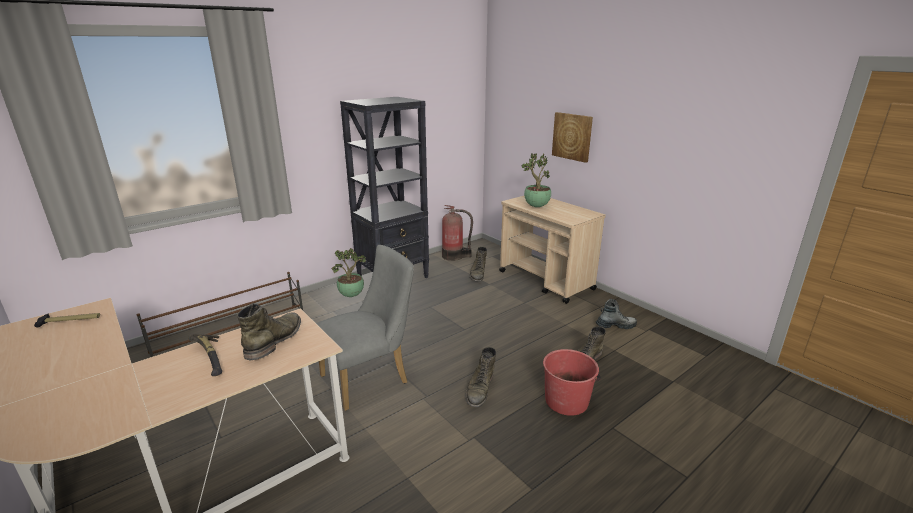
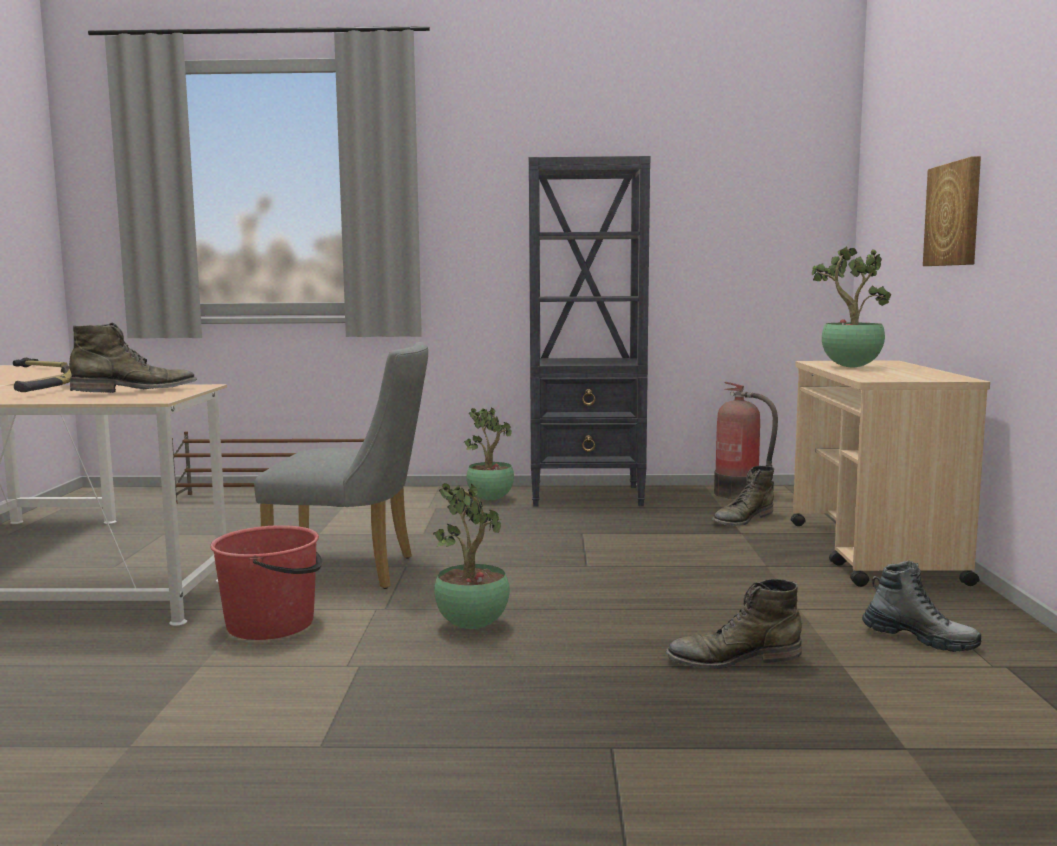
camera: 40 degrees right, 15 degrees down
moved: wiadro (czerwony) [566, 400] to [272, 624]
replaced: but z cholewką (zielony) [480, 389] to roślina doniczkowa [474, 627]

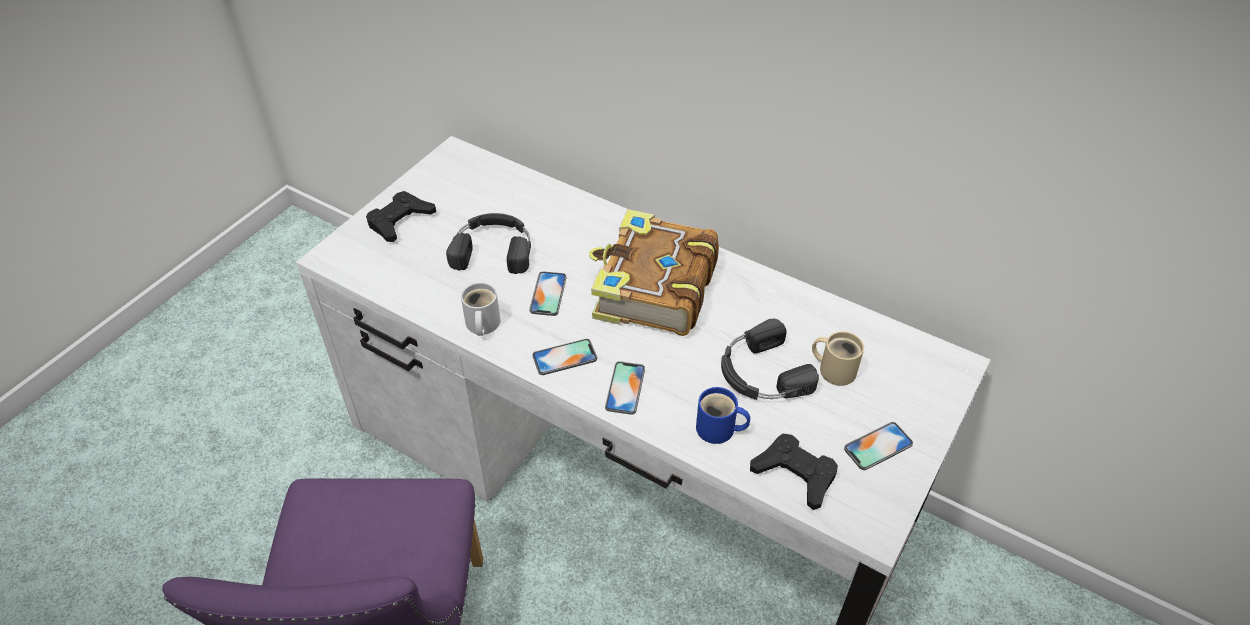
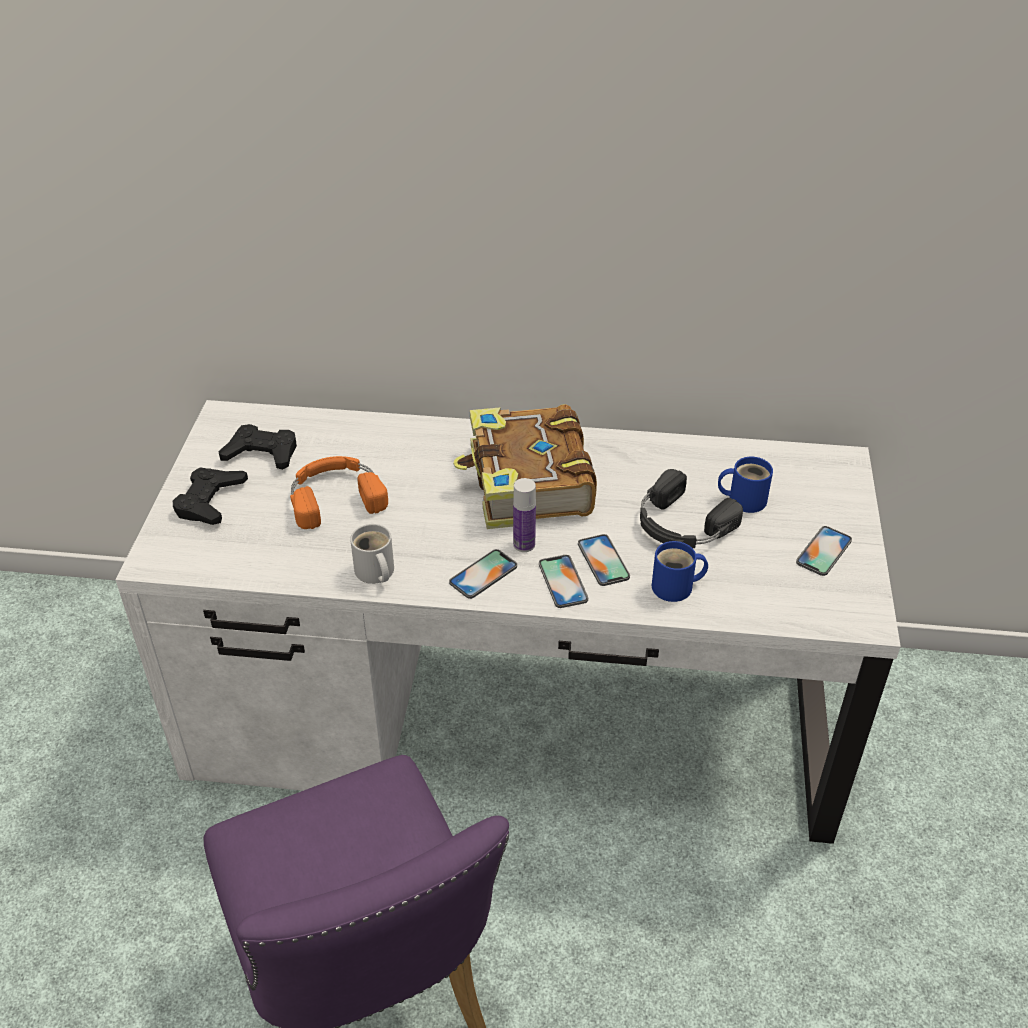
camera: 25 degrees left, 5 degrees down
added: butelka [524, 544]
moved: telefon [548, 294] to [603, 560]; pad do gier (czarny) [795, 474] to [262, 453]
recoloured: słuchawki (czarny) [493, 248] to słuchawki (pomarańczowy) [335, 496]; kubek (beżowy) [835, 369] to kubek (niebieski) [743, 499]

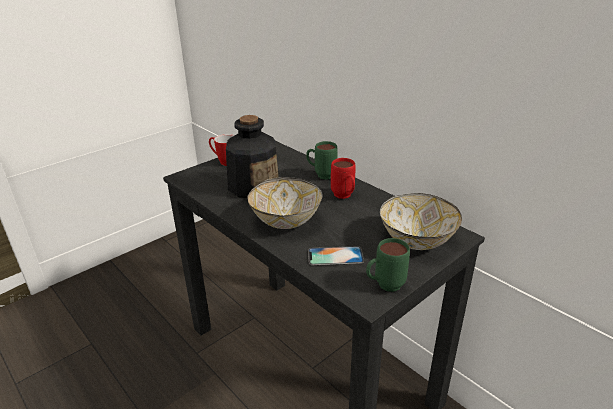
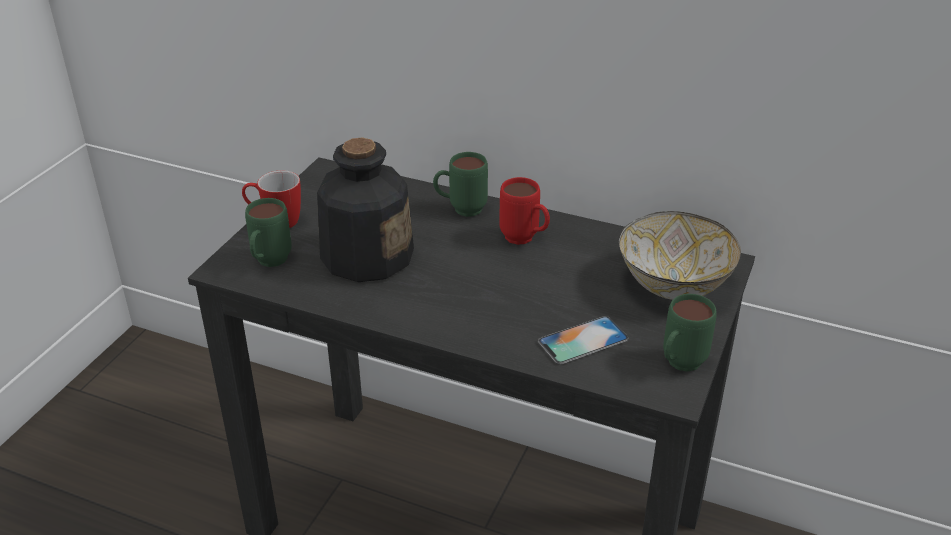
camera: 25 degrees left, 5 degrees up
removed: miska [286, 220]
added: kubek (zielony) [269, 264]

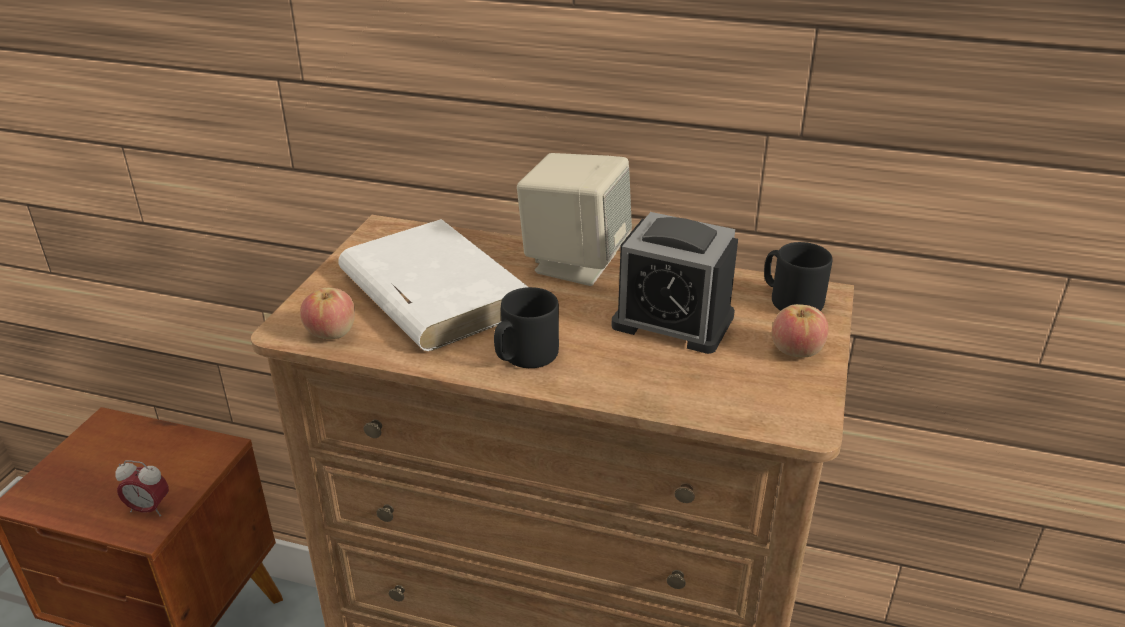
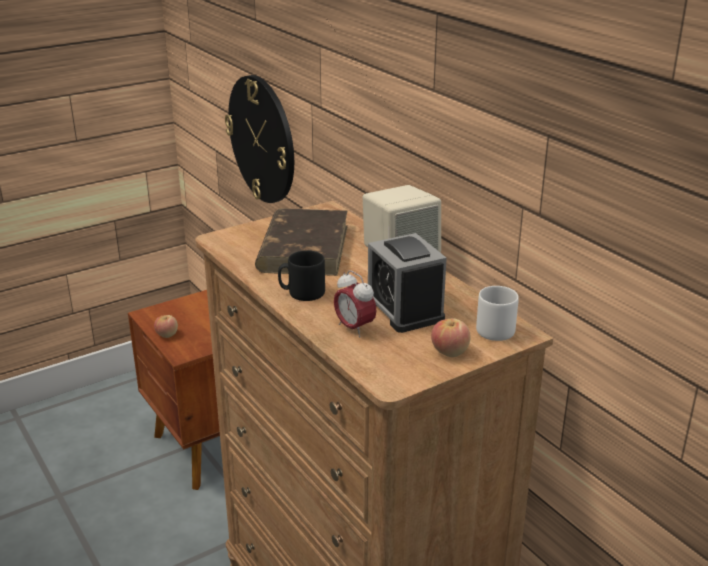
camera: 40 degrees right, 5 degrees down
added: zegar ścienny [262, 139]
moved: budzik [149, 509] to [354, 328]; jabłko [331, 333] to [167, 335]
recoloured: książka (biały) [431, 292] to książka (brązowy) [304, 247]; kubek (czarny) [791, 300] to kubek (biały) [494, 328]

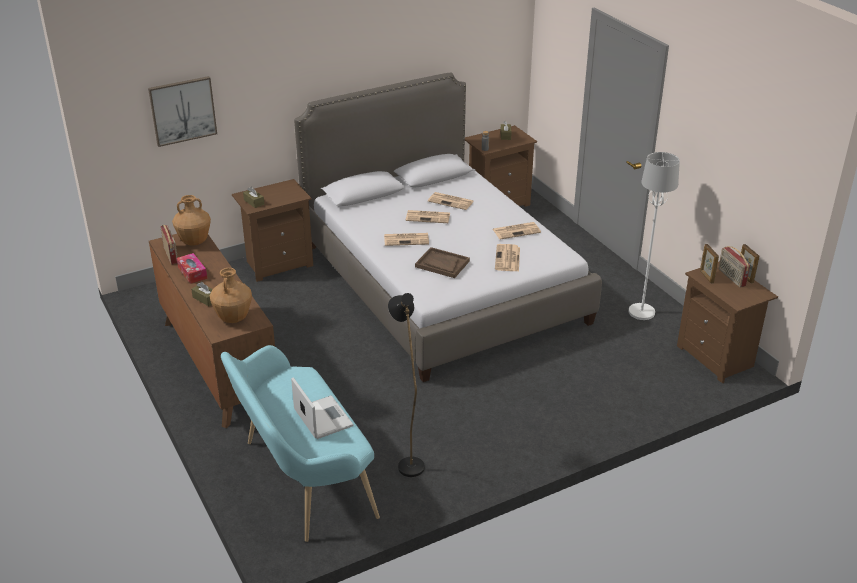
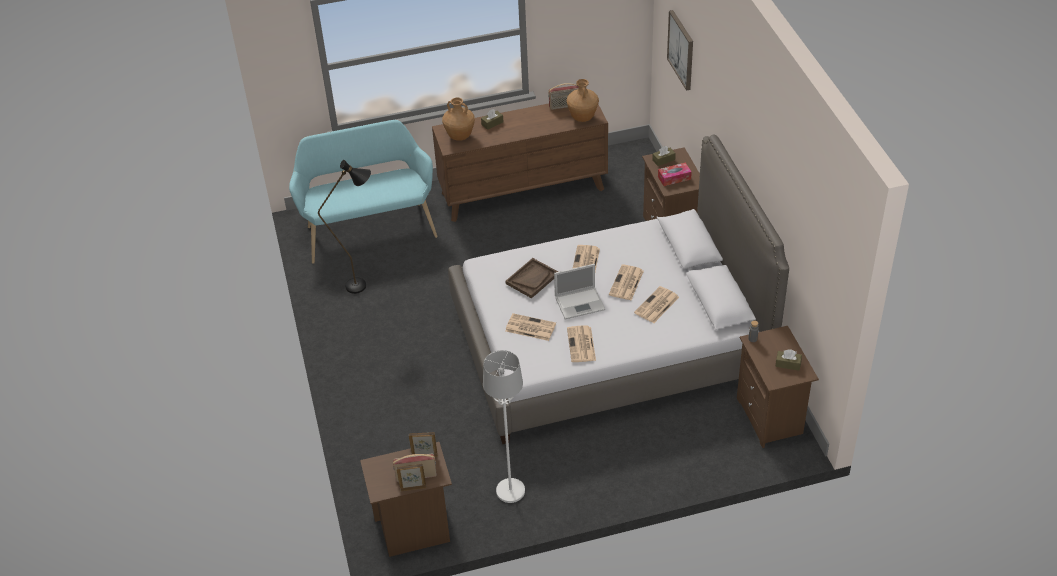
camera: 105 degrees right, 10 degrees up
moved: pudełko chusteczek [192, 273] to [674, 178]; laptop [322, 417] to [580, 303]

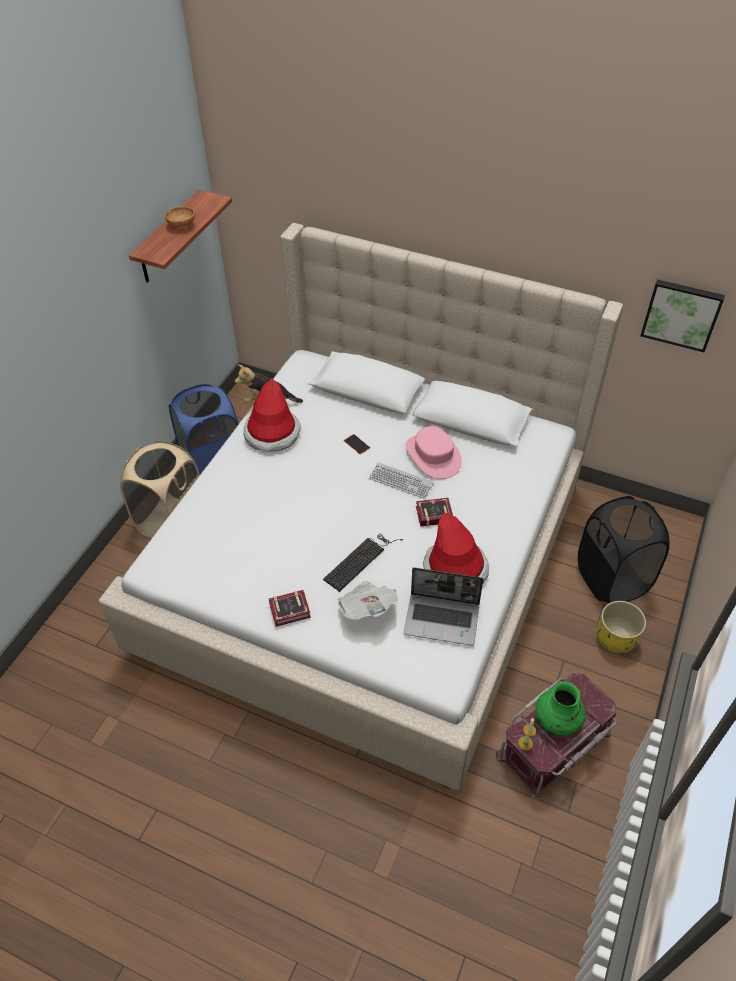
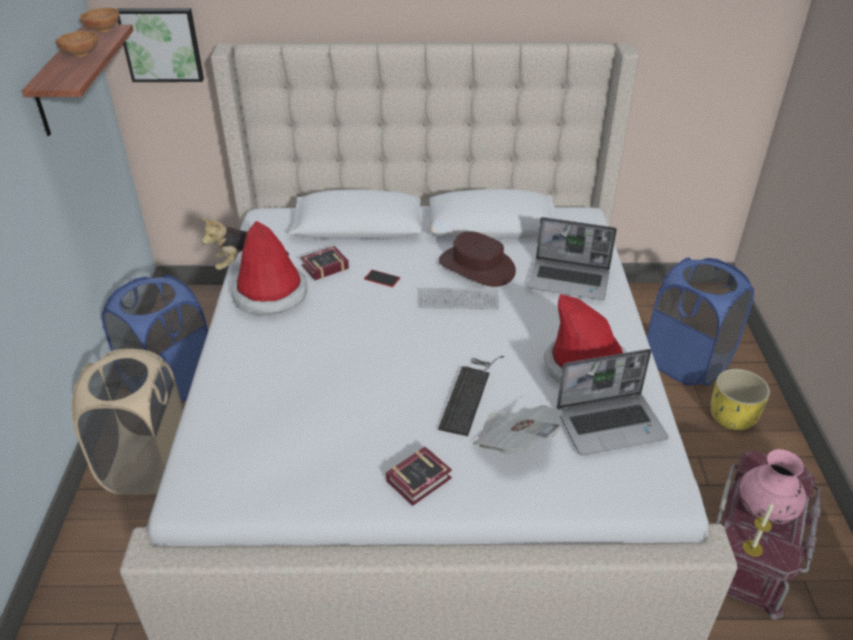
camera: 25 degrees left, 10 degrees down
added: miska (brązowy) [102, 30]; laptop [570, 280]
moved: książka [432, 514] to [323, 267]; obraz [681, 314] to [162, 44]
recoloured: kapelusz (różowy) [433, 455] to kapelusz (brązowy) [477, 266]; wazon (zielony) [556, 722] to wazon (różowy) [764, 511]; kosz na pranie (czarny) [612, 579] to kosz na pranie (niebieski) [687, 362]

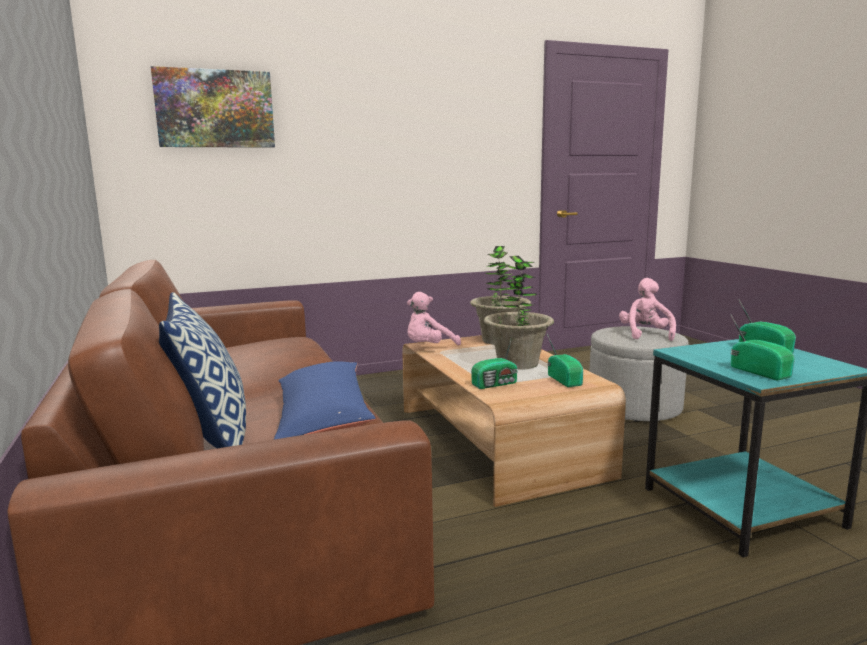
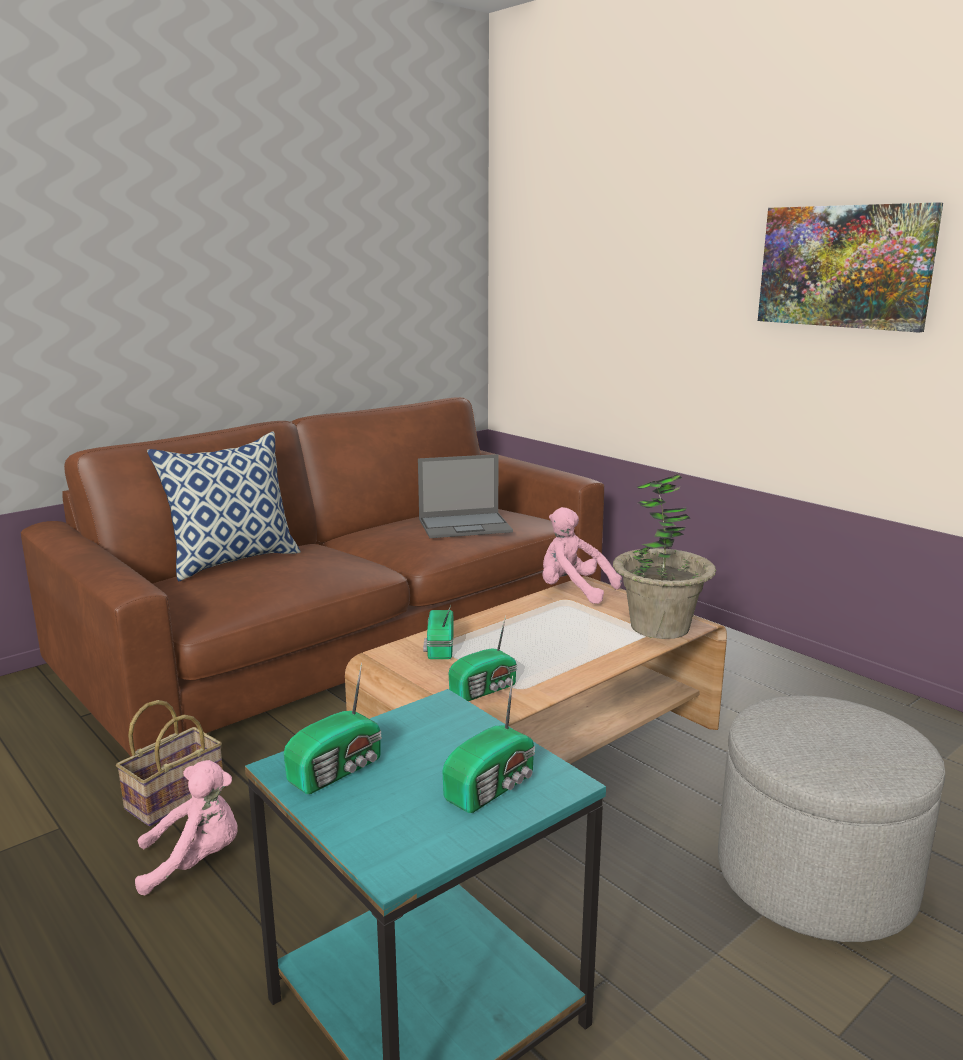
camera: 70 degrees right, 5 degrees up
removed: poduszka (niebieski) [322, 417]; roślina doniczkowa [517, 363]
added: koszyk [176, 796]; laptop [466, 525]
moved: obraz [215, 109] to [845, 266]; pluszak (różowy) [645, 334] to [195, 861]
turned: radio [496, 384] = [439, 648] 45 degrees clockwise

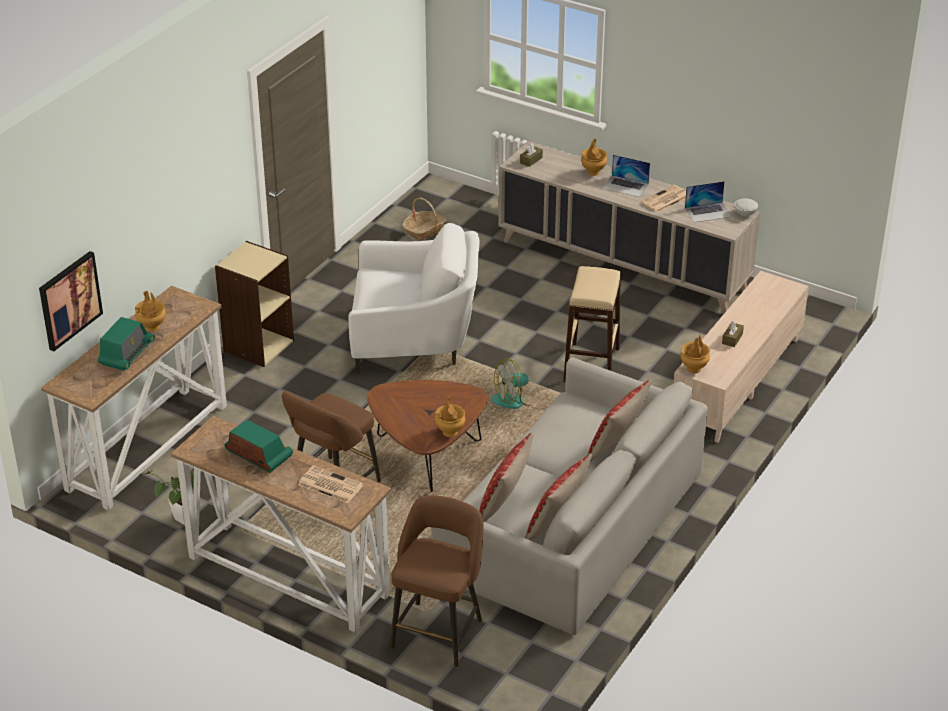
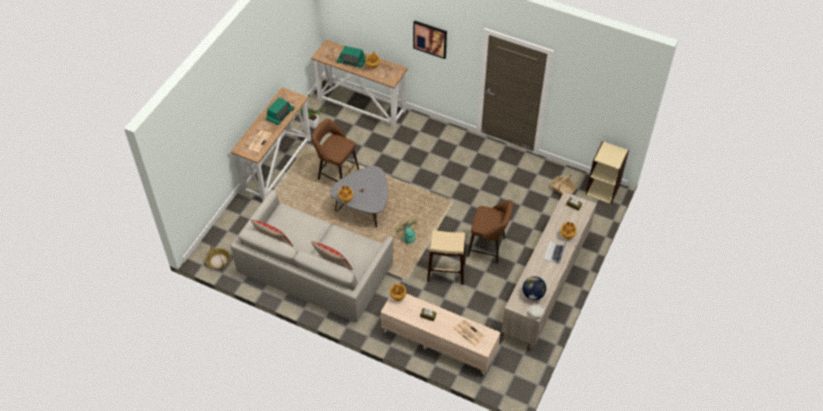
camera: 85 degrees right, 15 degrees up
removed: fotel (biały) [414, 340]; poduszka [503, 507]
added: koszyk [218, 261]
moved: obraz [69, 300] to [430, 39]; regał (beżowy) [258, 345] to [603, 190]; stołek (brązowy) [438, 630] to [488, 248]; gazeta [665, 199] to [468, 332]
replaced: laptop [708, 212] to globus [533, 294]
recoloured: ława (brązowy) [427, 455] to ława (szary) [364, 207]

